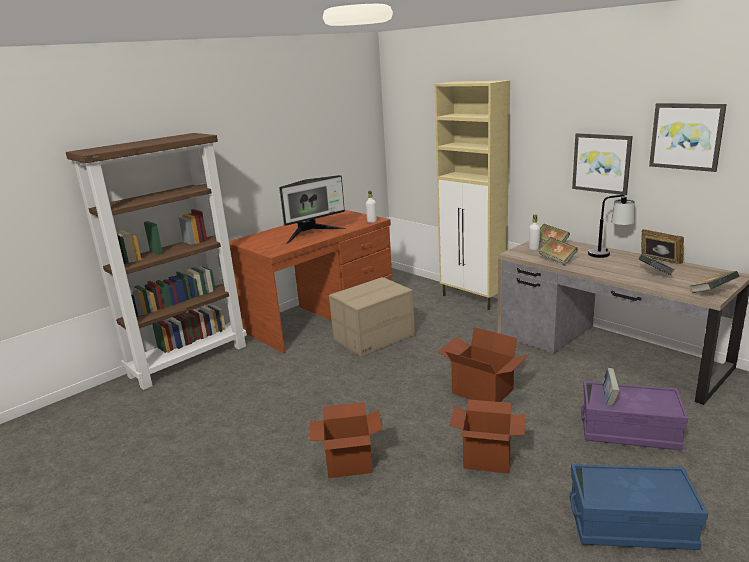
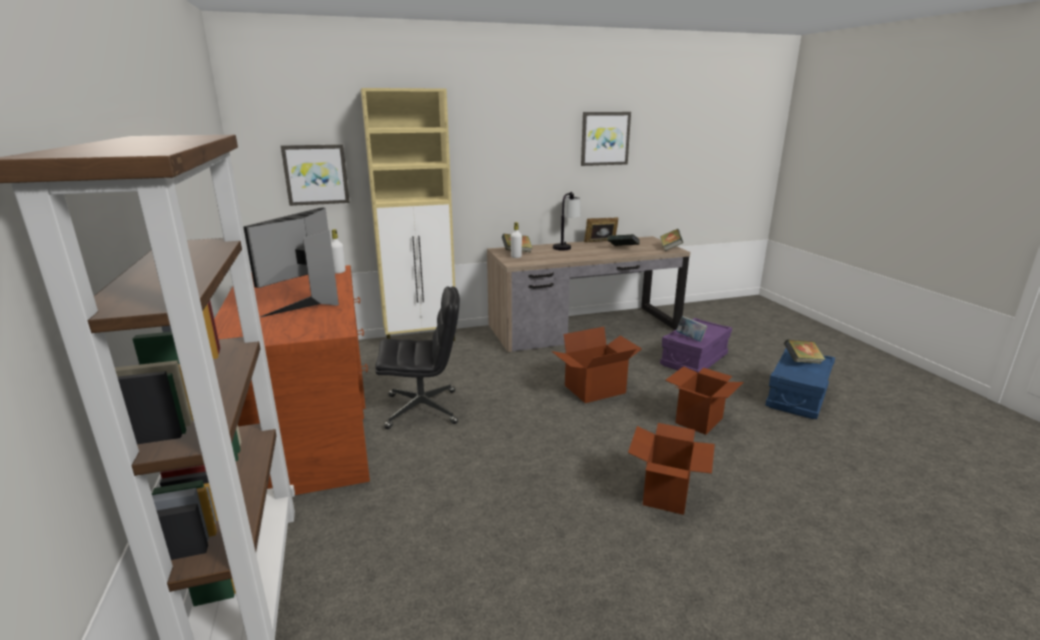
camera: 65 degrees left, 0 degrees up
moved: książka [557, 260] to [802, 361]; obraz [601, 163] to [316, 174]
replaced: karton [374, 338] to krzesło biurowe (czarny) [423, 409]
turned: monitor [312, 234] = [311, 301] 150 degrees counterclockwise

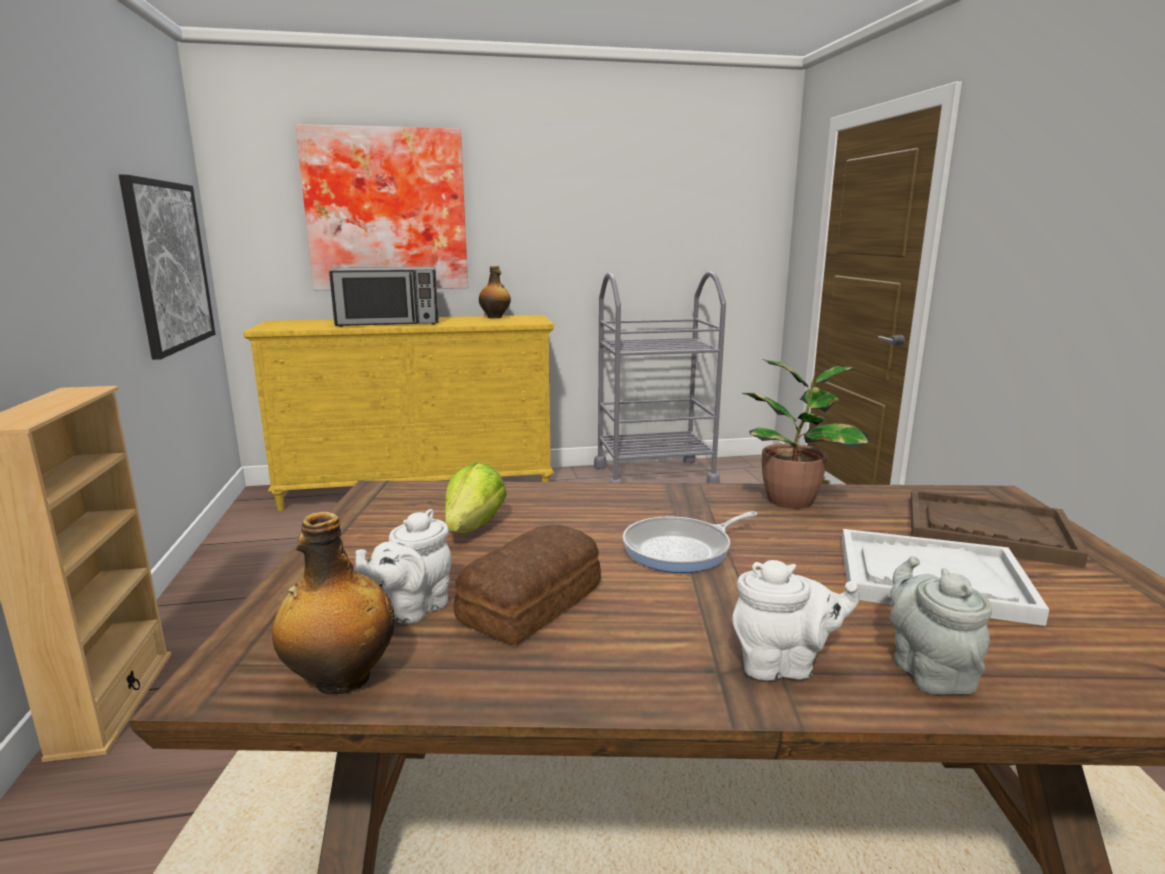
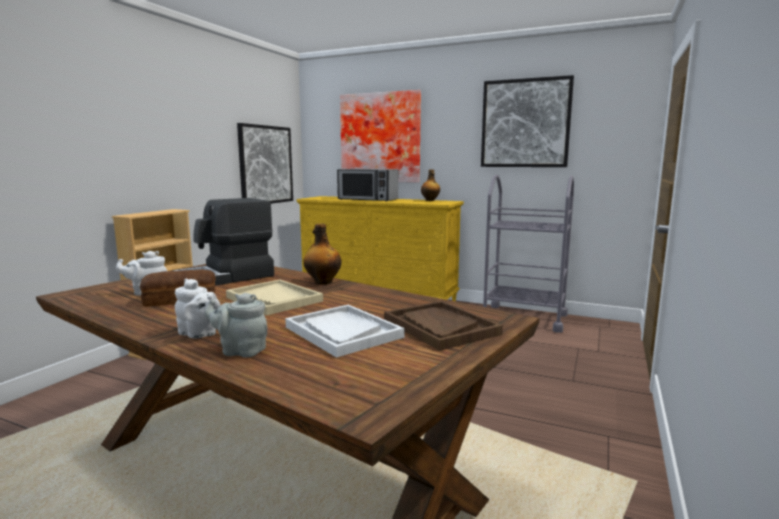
camera: 35 degrees right, 5 degrees down
removed: roślina doniczkowa [793, 500]
added: obraz [525, 123]
moved: butelka [340, 680] to [323, 282]
replaced: sałata [473, 527] to ekspres do kawy [226, 278]; patelnia [682, 550] to taca (beżowy) [274, 299]
turned: imbryk (szary) [928, 670] = [240, 351] 105 degrees counterclockwise

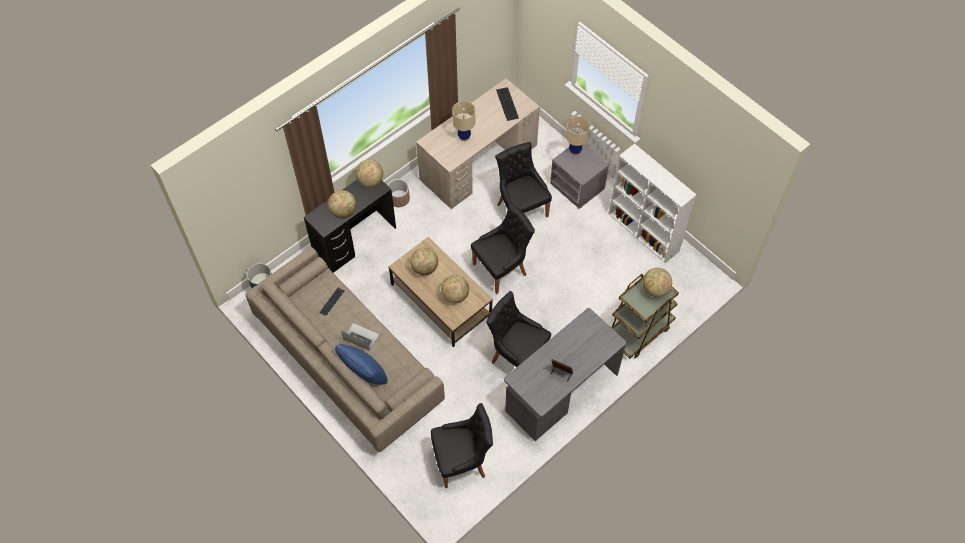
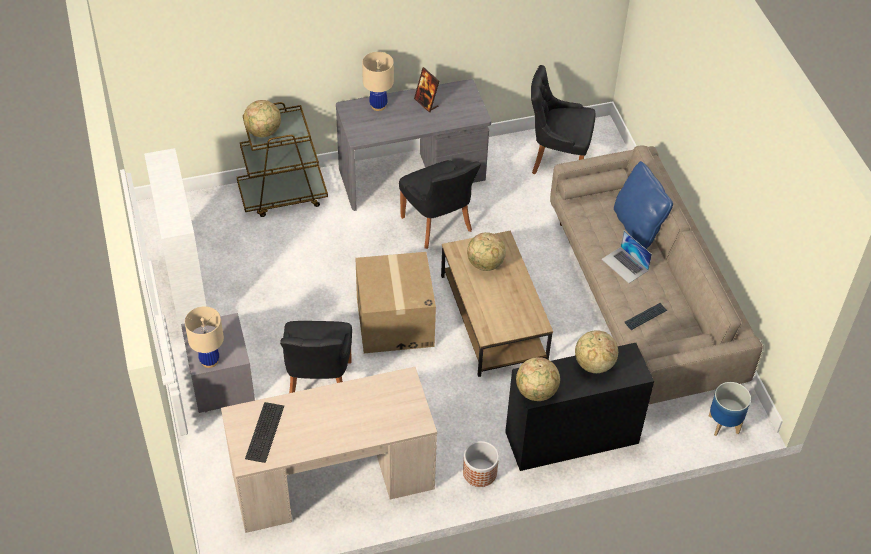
camera: 155 degrees left, 10 degrees down
removed: globus [425, 268]
moved: lampa stołowa (beżowy) [464, 136] to [378, 106]
replaced: krzesło (czarny) [501, 269] to karton [394, 322]

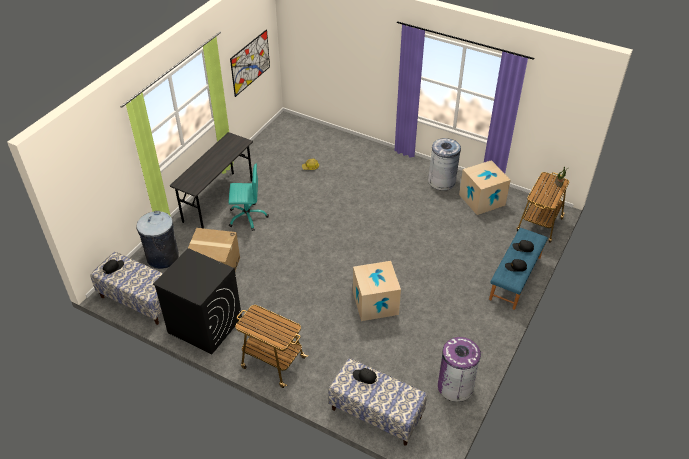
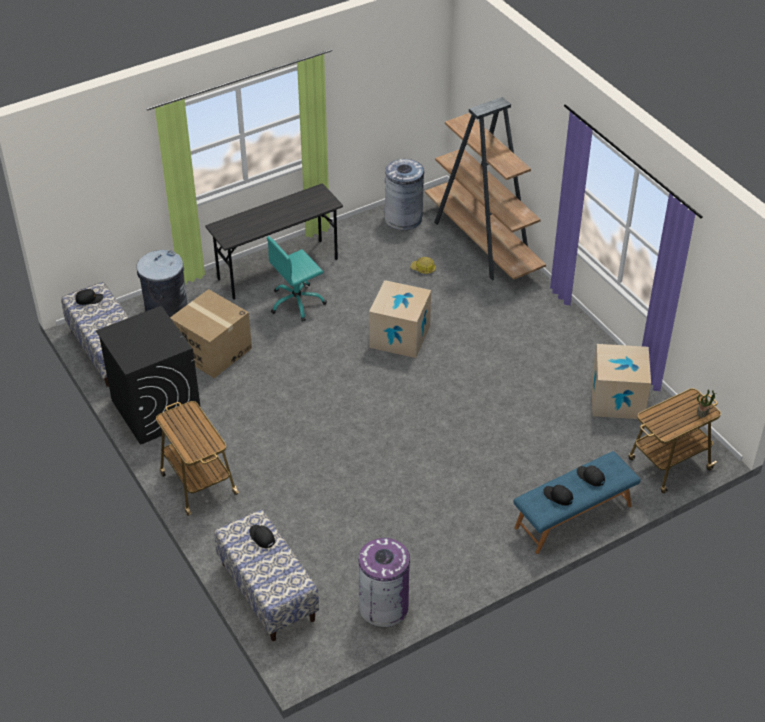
camera: 30 degrees right, 0 degrees up
removed: obraz [250, 62]
added: regał (brązowy) [483, 244]
moved: karton [375, 303] to [399, 336]; kosz na śmieci (szary) [442, 181] to [403, 218]
turned: krzesło biurowe (turkusowy) [247, 217] = [297, 303] 120 degrees clockwise

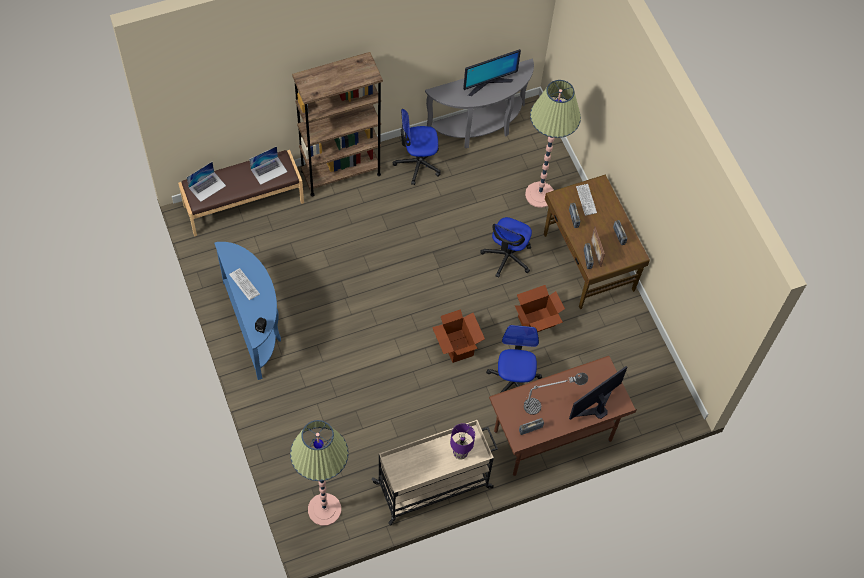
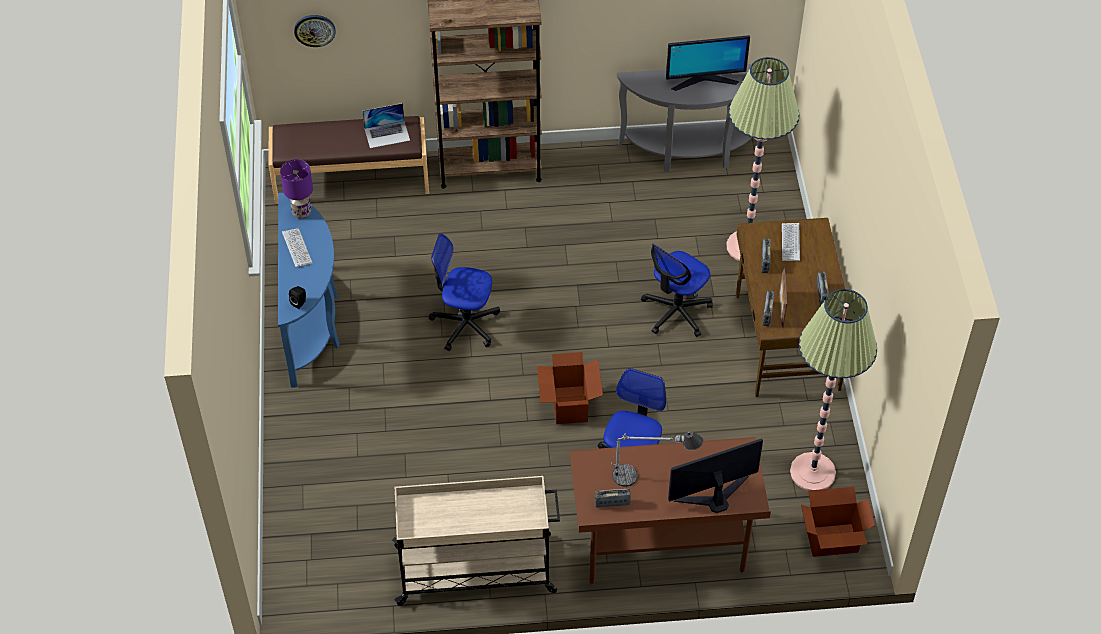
camera: 20 degrees right, 10 degrees down
removed: laptop [207, 186]
added: zegar ścienny [314, 30]
moved: lampa stojąca [324, 509] to [812, 472]; krzesło biurowe [418, 163] to [465, 324]; lampa stołowa (fioletowy) [460, 453] to [302, 212]; karton [536, 322] to [832, 541]

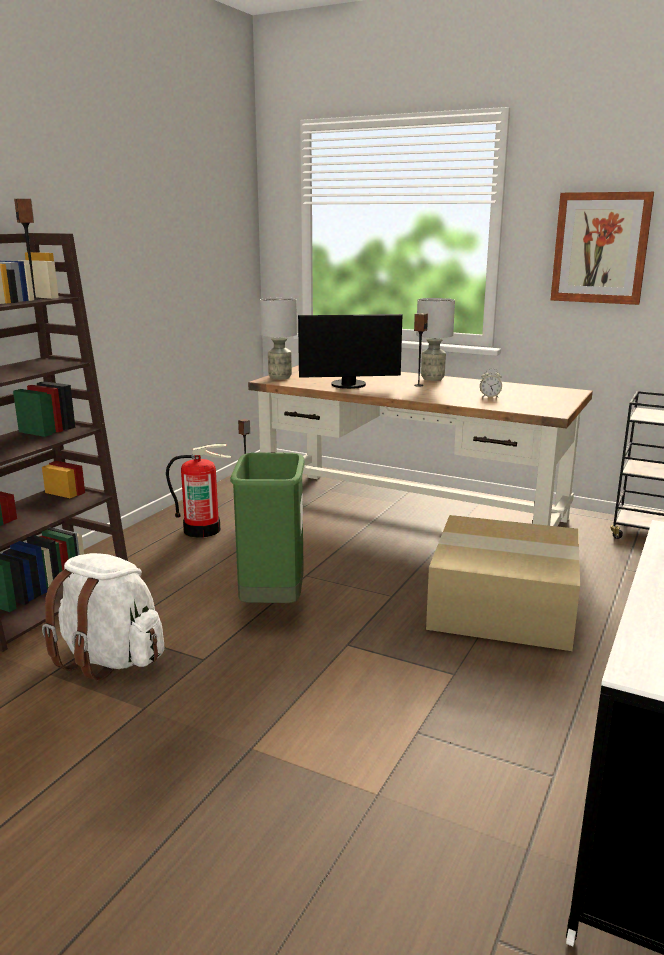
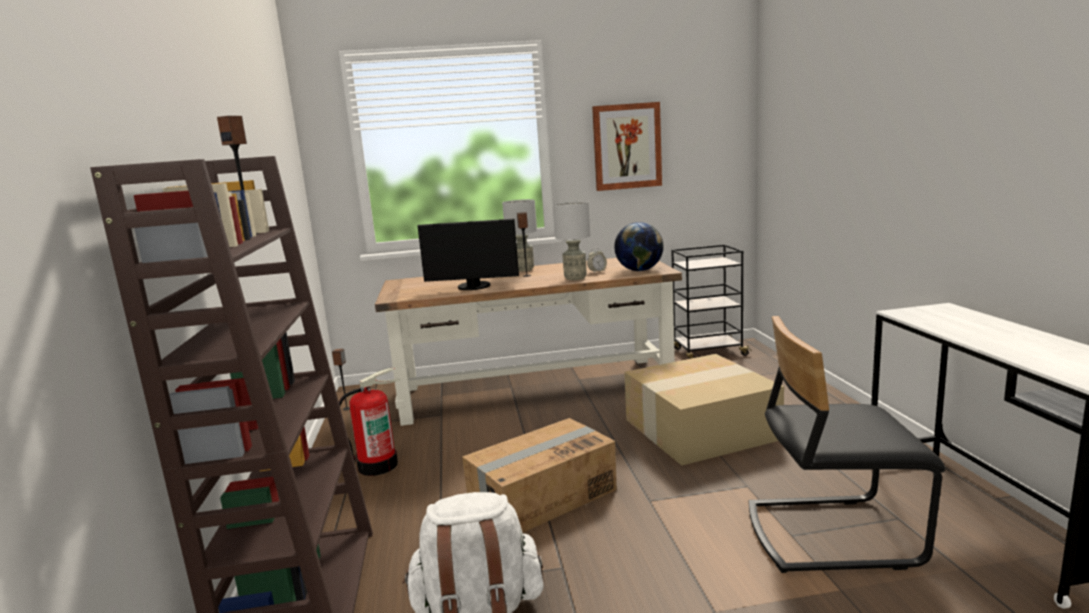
camera: 35 degrees left, 5 degrees down
added: globus [639, 270]; krzesło (czarny) [830, 533]
moved: lampa stołowa (szary) [279, 377] to [574, 278]
replaced: kosz na śmieci (zielony) [272, 602] to karton [542, 496]
turned: monitor [349, 385] = [473, 287] 45 degrees clockwise

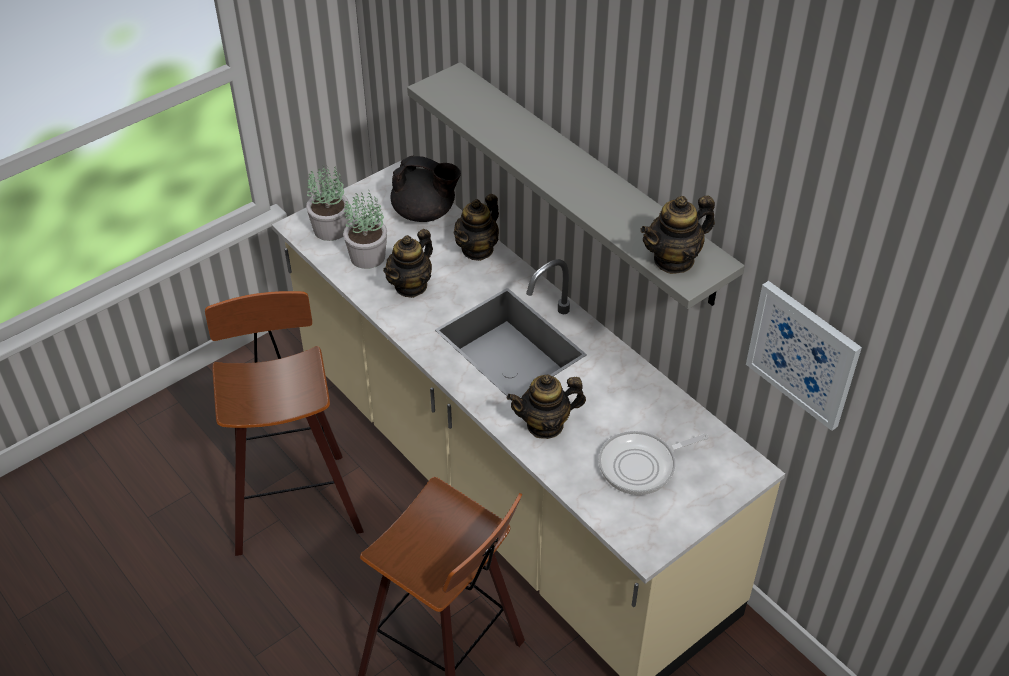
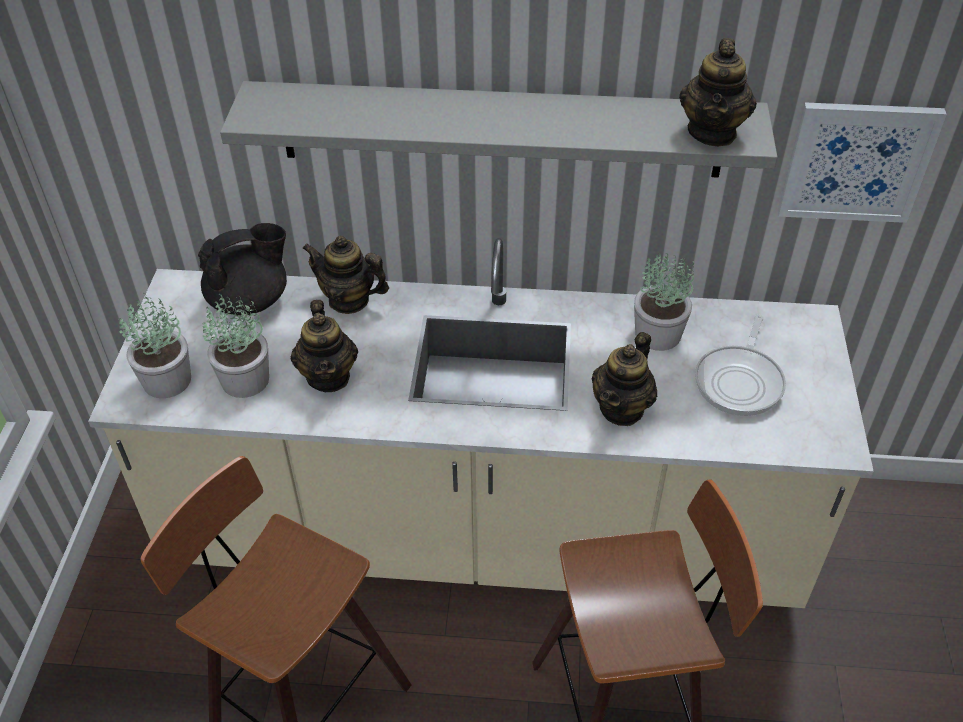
camera: 45 degrees left, 0 degrees up
added: roślina doniczkowa [658, 335]
turned: imbryk [477, 249] = [349, 300] 120 degrees clockwise

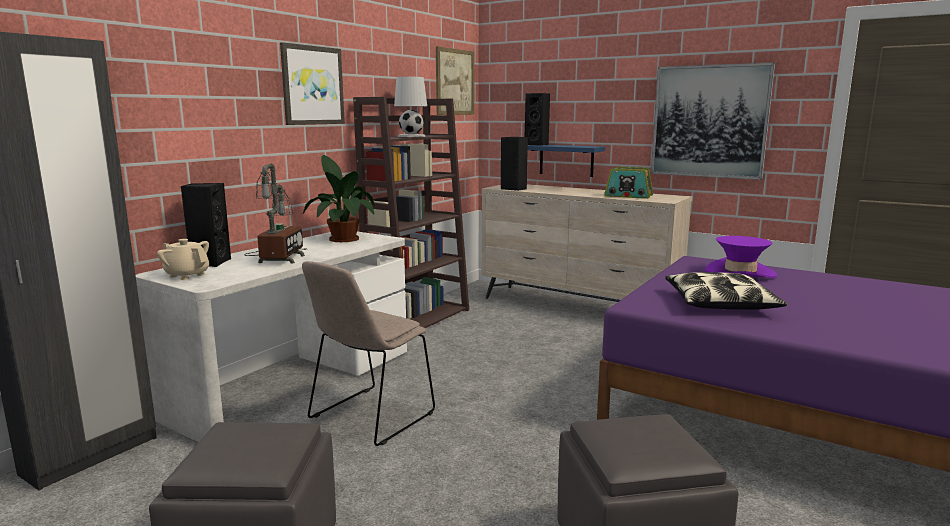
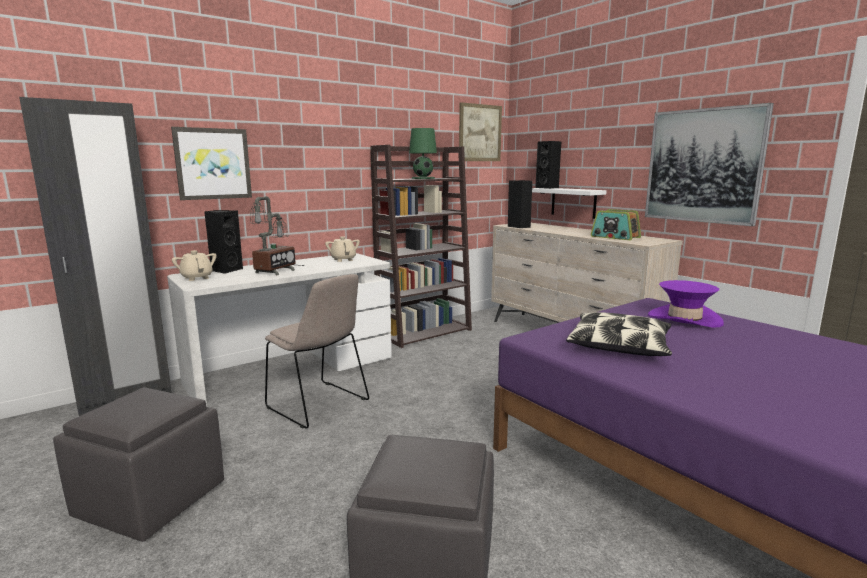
camera: 20 degrees right, 0 degrees up
moved: obraz [312, 85] to [213, 164]
replaced: roślina doniczkowa [343, 238] to imbryk (beżowy) [343, 259]
recoloured: lampa stołowa (biały) [411, 136] to lampa stołowa (zielony) [423, 178]; półka (niebieski) [566, 160] to półka (biały) [573, 202]
turned: krzesło (beżowy) [369, 417] = [319, 405] 105 degrees counterclockwise

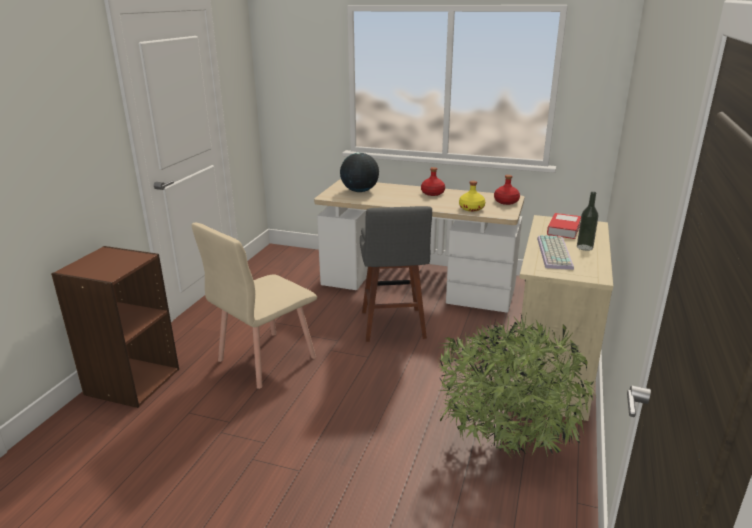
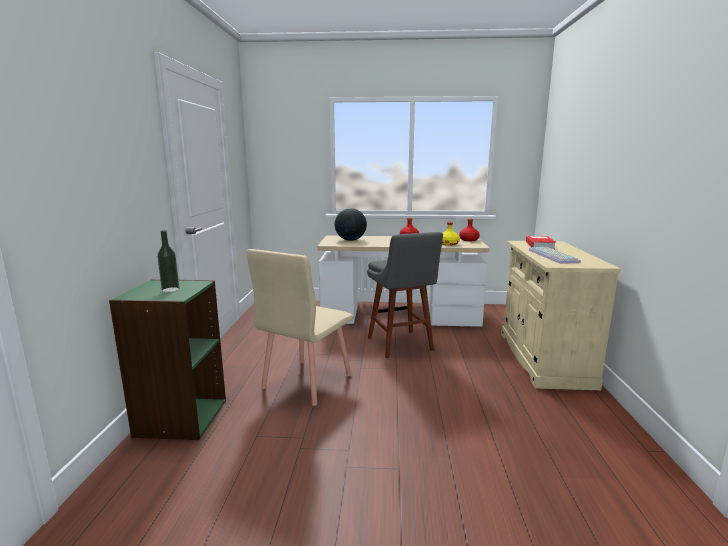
camera: 15 degrees left, 10 degrees down
removed: roślina doniczkowa [507, 448]
moved: butelka [584, 247] to [170, 290]
recoloured: regał (brązowy) [132, 381] to regał (zielony) [180, 417]

